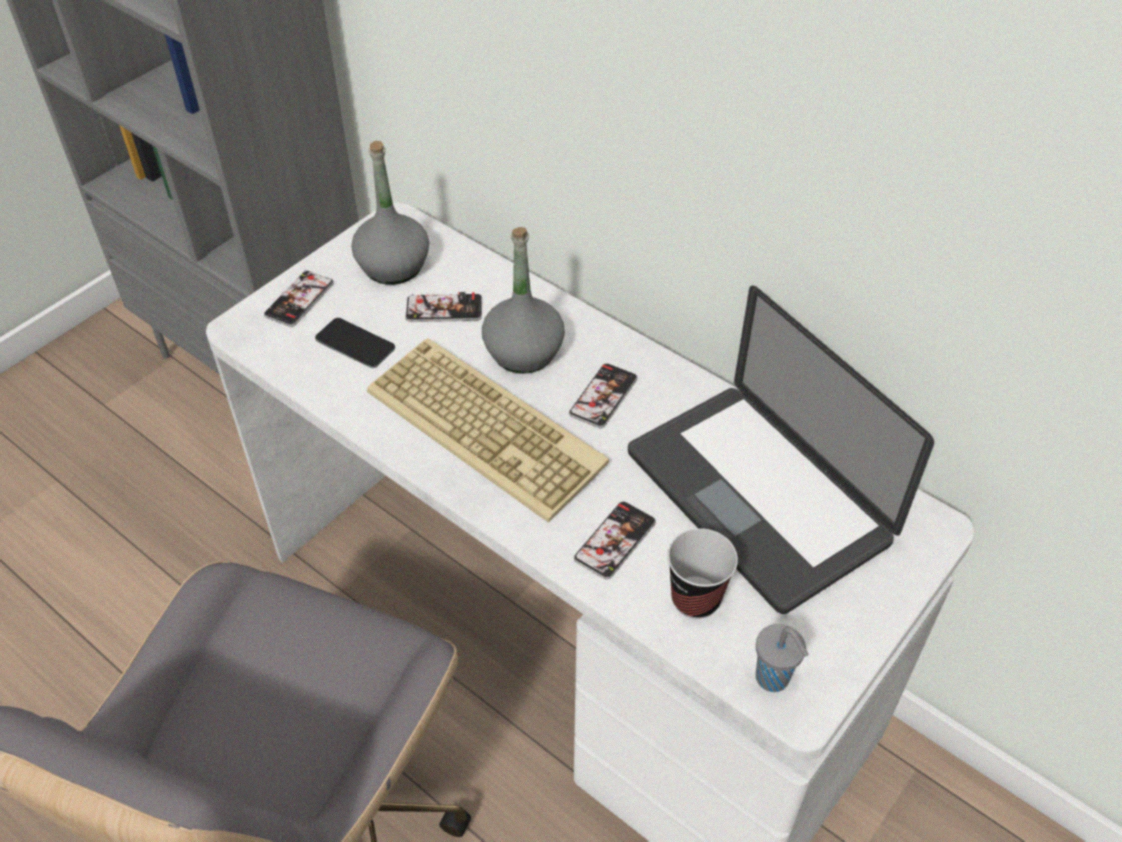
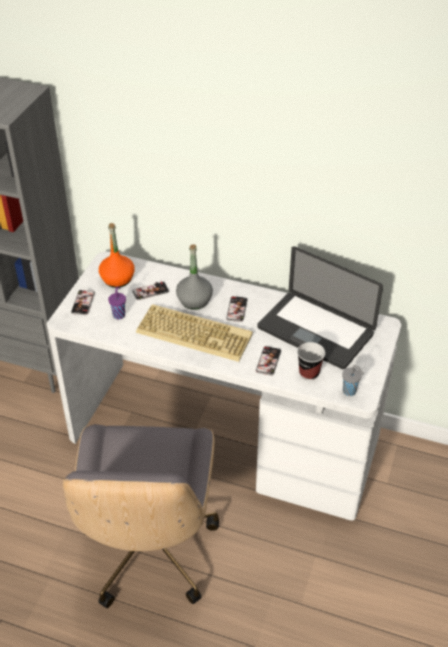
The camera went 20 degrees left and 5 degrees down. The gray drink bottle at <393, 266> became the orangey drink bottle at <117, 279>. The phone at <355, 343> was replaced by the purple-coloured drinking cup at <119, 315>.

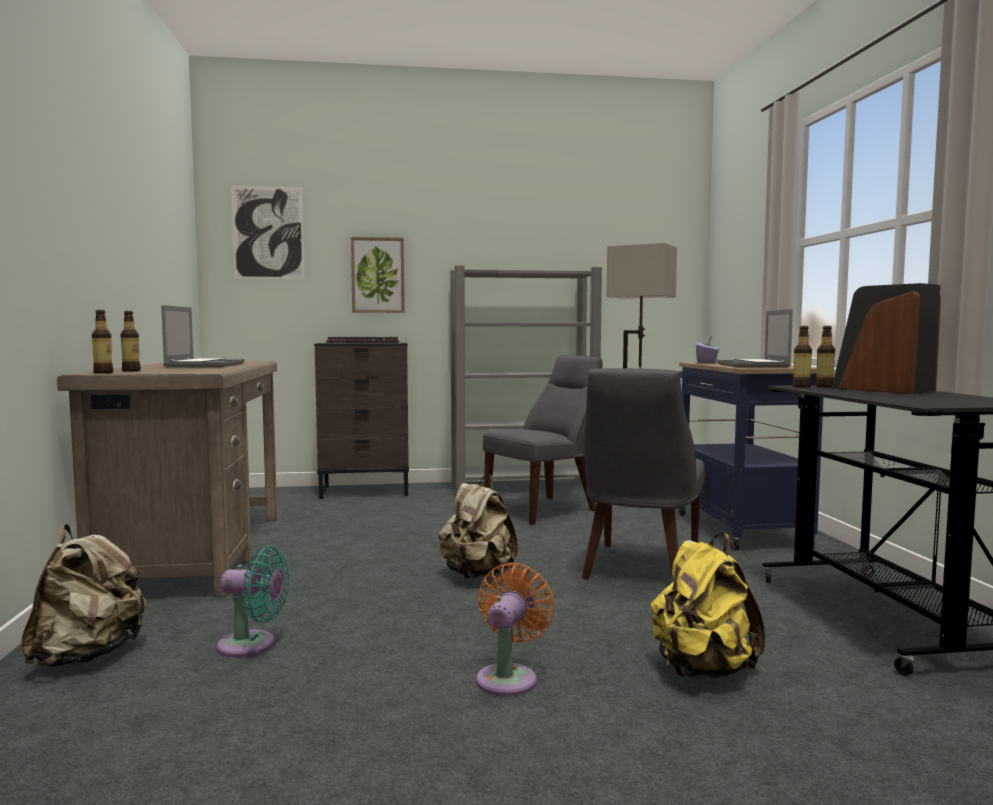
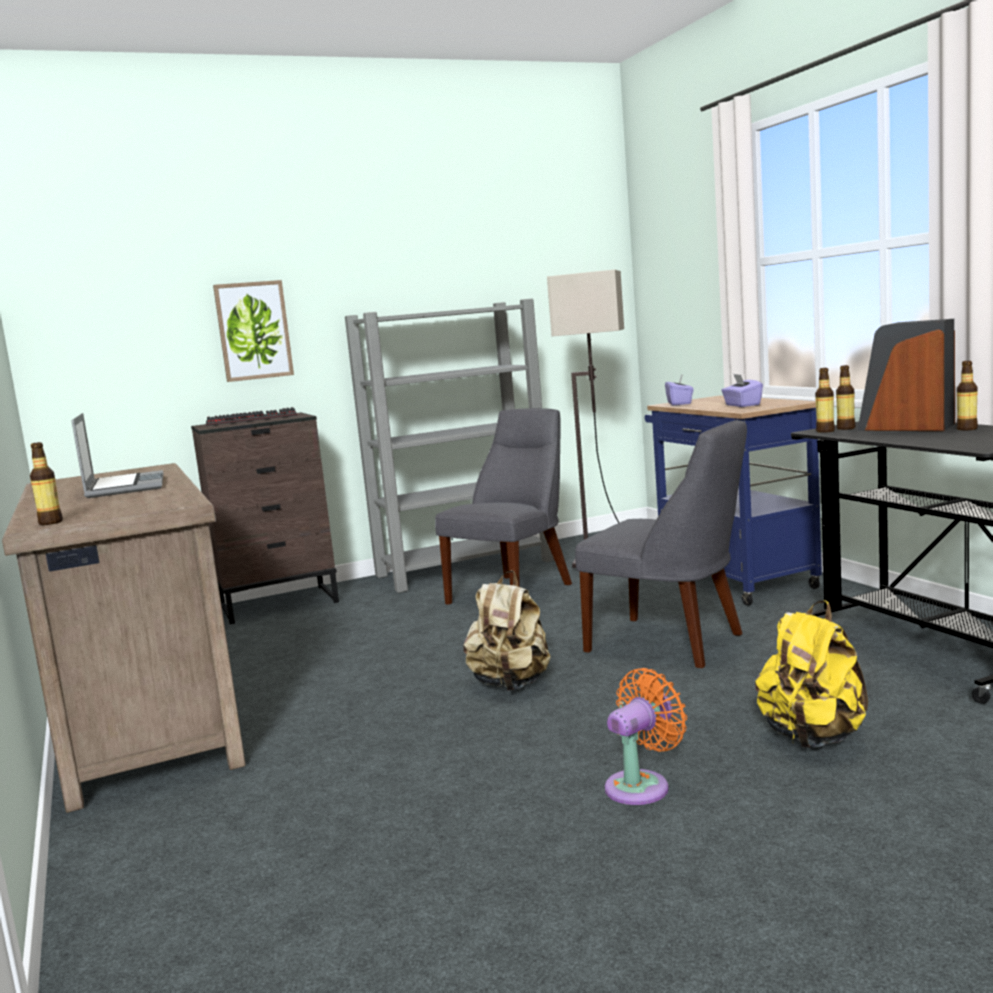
The camera went 15 degrees left and 5 degrees up. The gray plain chair at <639, 568> turned 60 degrees counterclockwise. The orangey cooling fan at <509, 677> turned 45 degrees clockwise. The notebook computer at <754, 366> was replaced by the purple-coloured box of tissues at <742, 405>. The drink bottle moved from <131, 371> to <966, 429>. The beige-coloured backpack at <88, 656> disappeared. The blue-green cooling fan at <252, 645> disappeared. The wall picture at <268, 232> disappeared.

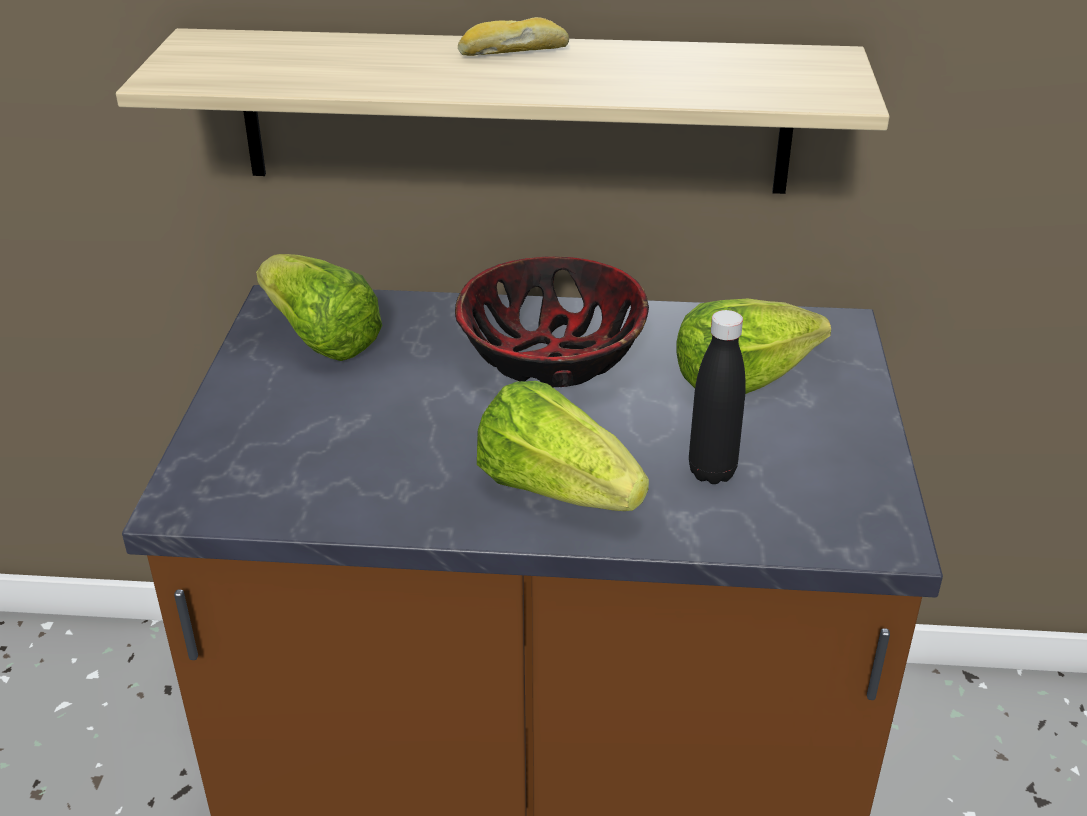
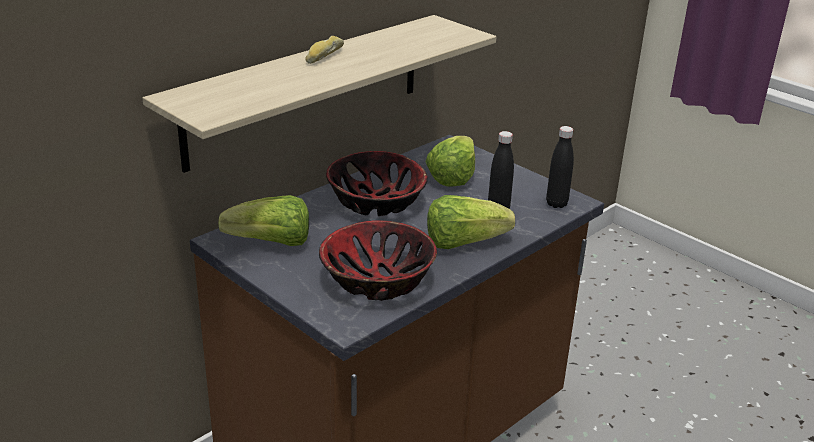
The camera went 50 degrees left and 5 degrees down. The bowl at <376, 280> appeared. The black-coloured drink bottle at <556, 204> appeared.

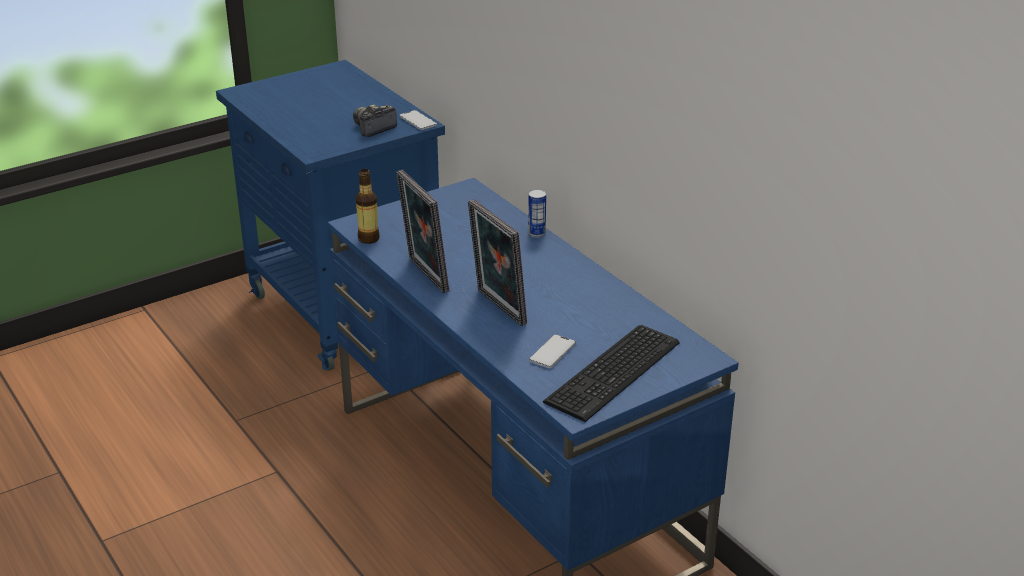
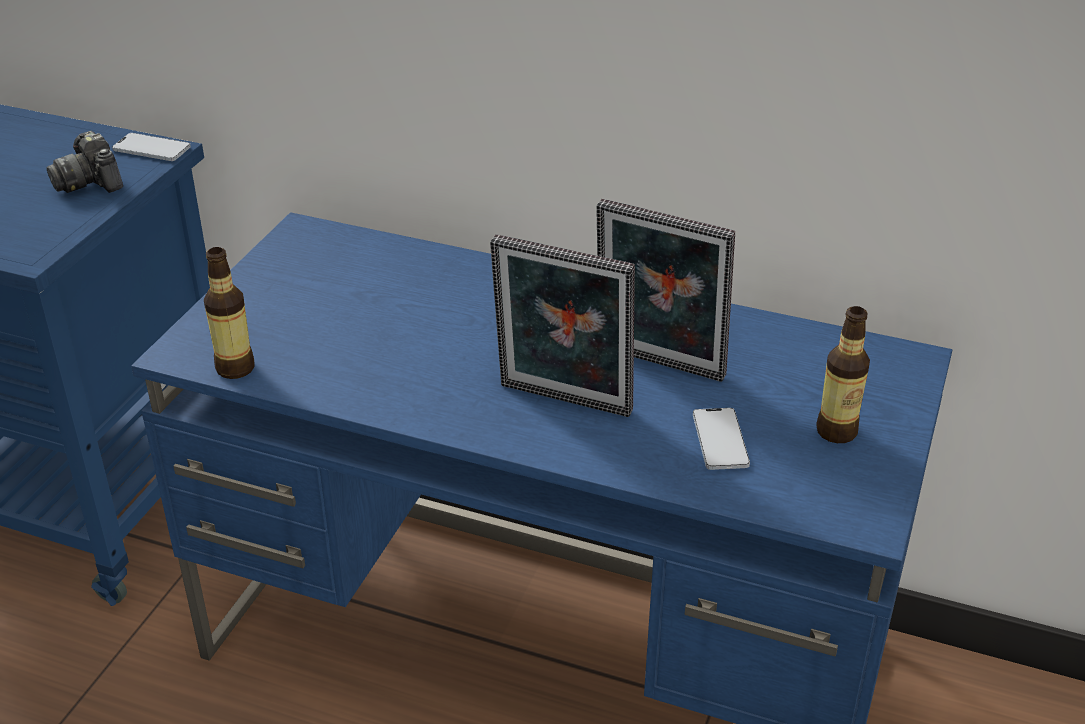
The camera went 35 degrees left and 5 degrees up. The still camera at <373, 128> turned 45 degrees counterclockwise. The standing frame moved from <424, 276> to <658, 366>. The computer keyboard at <617, 372> was replaced by the drink bottle at <836, 431>. The sealed can at <536, 233> disappeared.

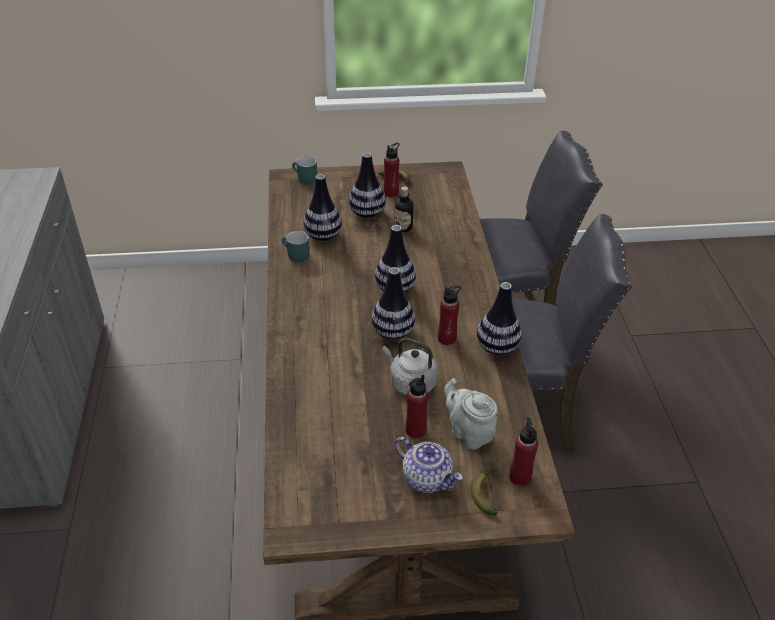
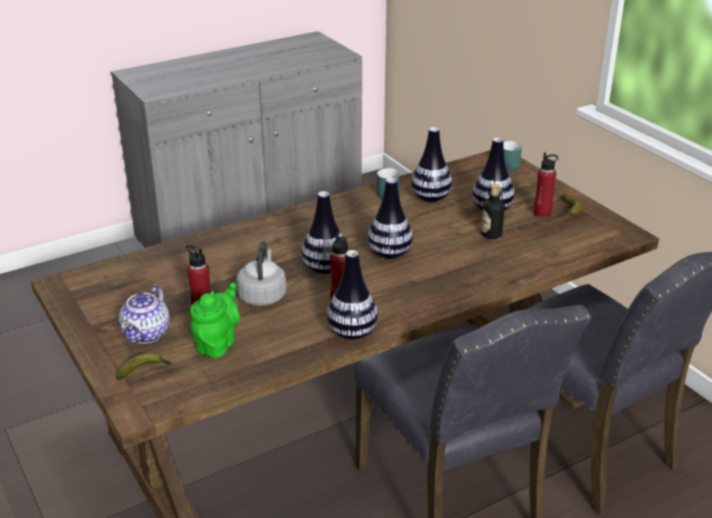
The camera went 65 degrees right and 10 degrees down. The gray tea pot at <469, 432> became the green tea pot at <217, 343>. The red-coloured drink bottle at <520, 477> disappeared.

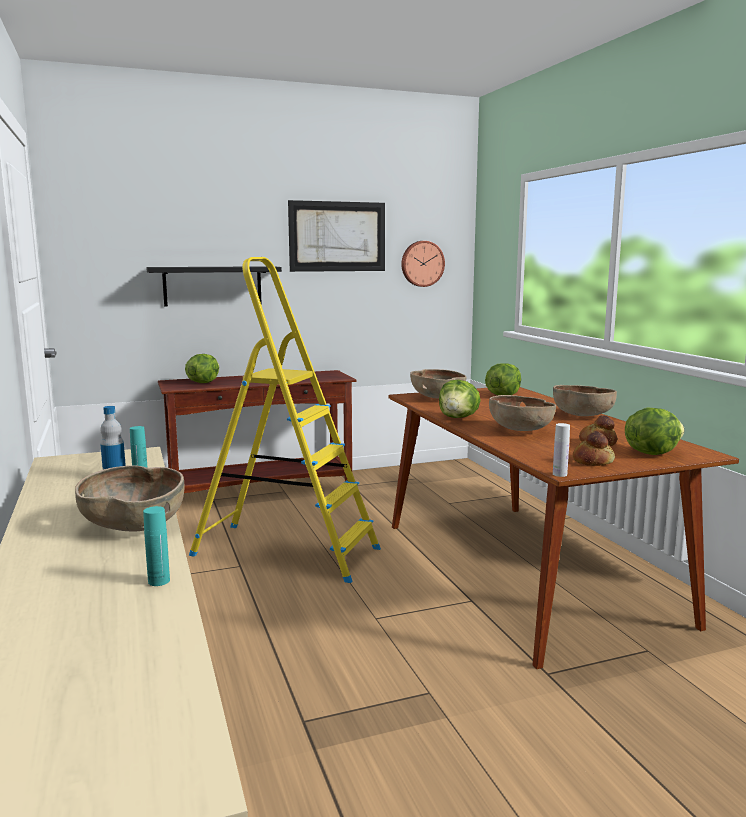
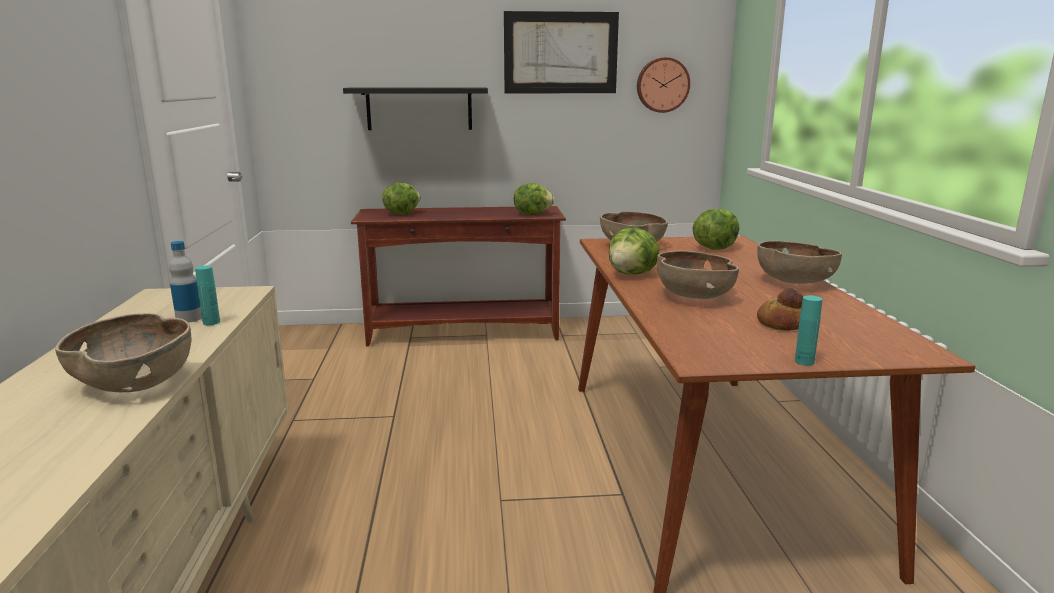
The camera went 15 degrees right and 5 degrees up. The lettuce moved from <651, 452> to <532, 214>. The blue-green drink bottle moved from <159, 581> to <804, 361>. The yellowish step ladder at <287, 552> disappeared. The whitish drink bottle at <559, 474> disappeared. The bakery bread at <592, 461> disappeared.

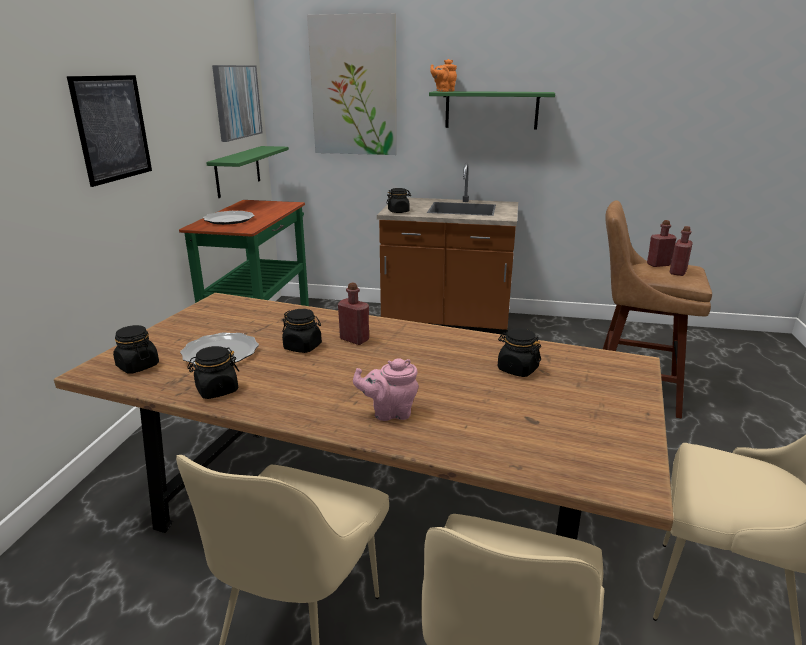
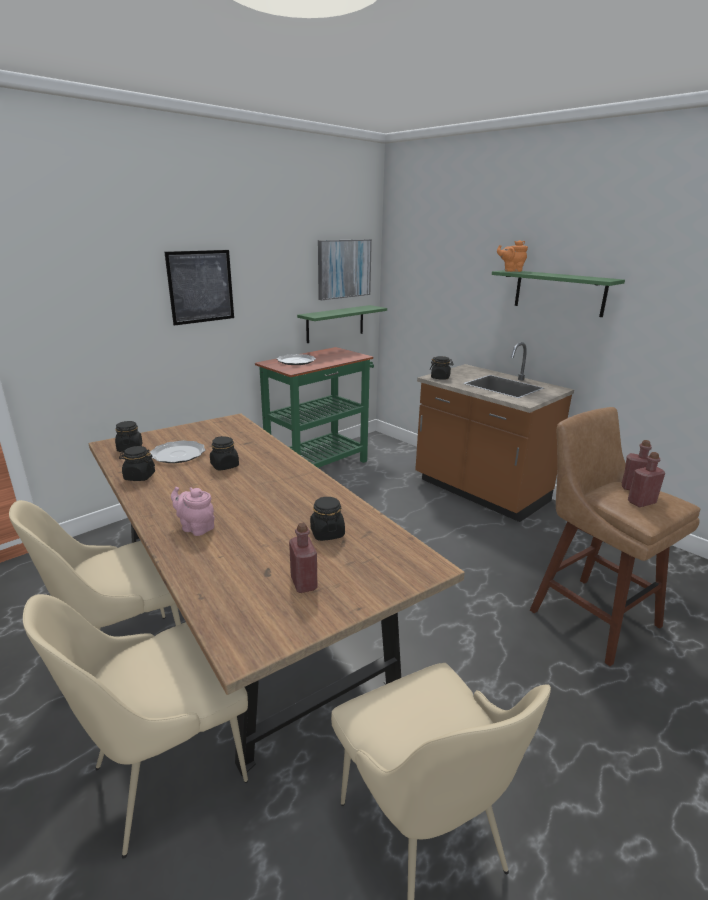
The camera went 35 degrees right and 0 degrees up. The red-coloured drink bottle moved from <354, 339> to <303, 583>. The wall picture at <354, 86> disappeared.

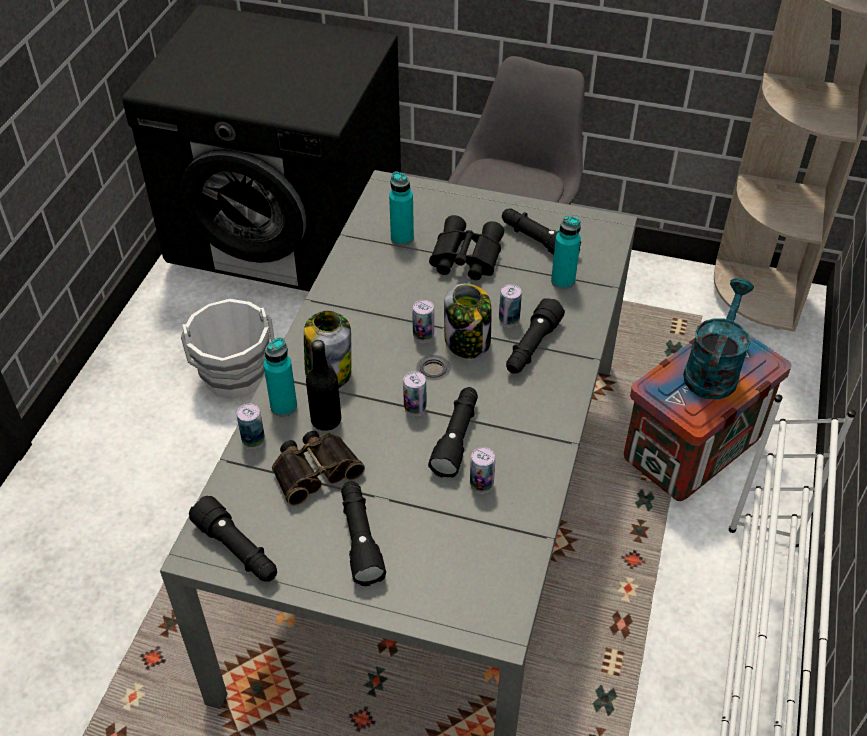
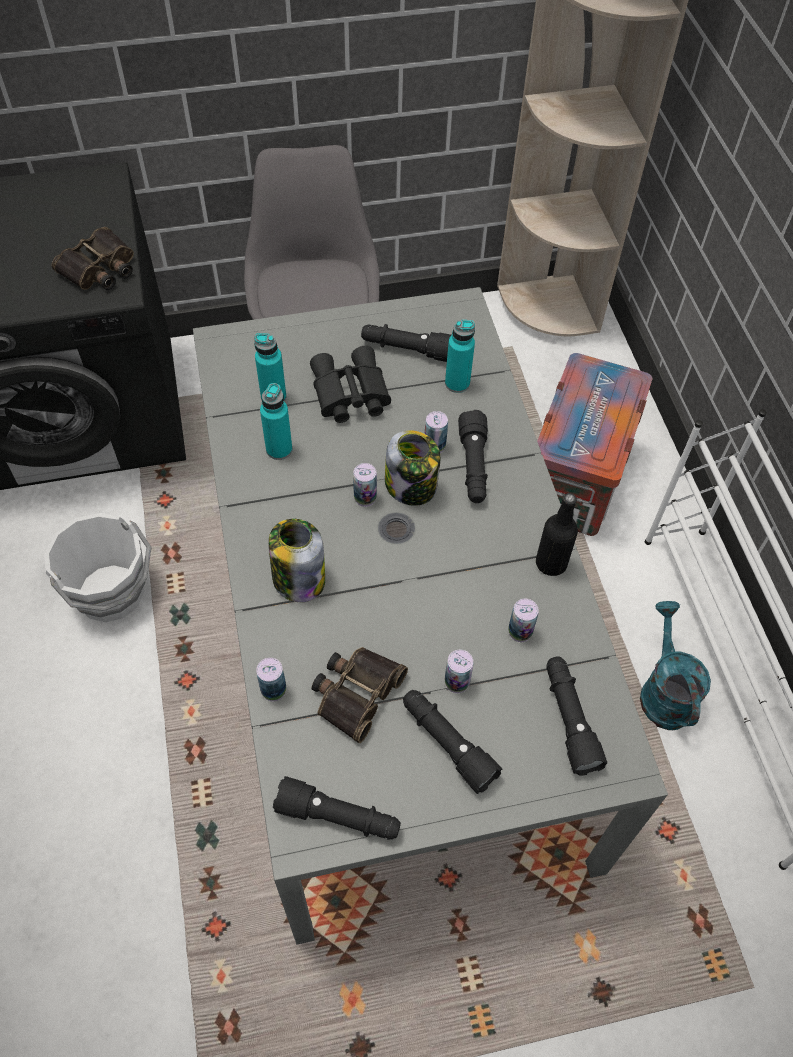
The camera went 30 degrees left and 10 degrees up. The binoculars at <100, 269> appeared. The blue-green drink bottle moved from <283, 406> to <279, 449>. The sealed can moved from <415, 408> to <457, 682>. The black-coloured drink bottle moved from <326, 420> to <551, 563>. The black-coloured flashlight moved from <456, 438> to <569, 719>. The blue-green sprinkling can moved from <713, 370> to <663, 691>.

